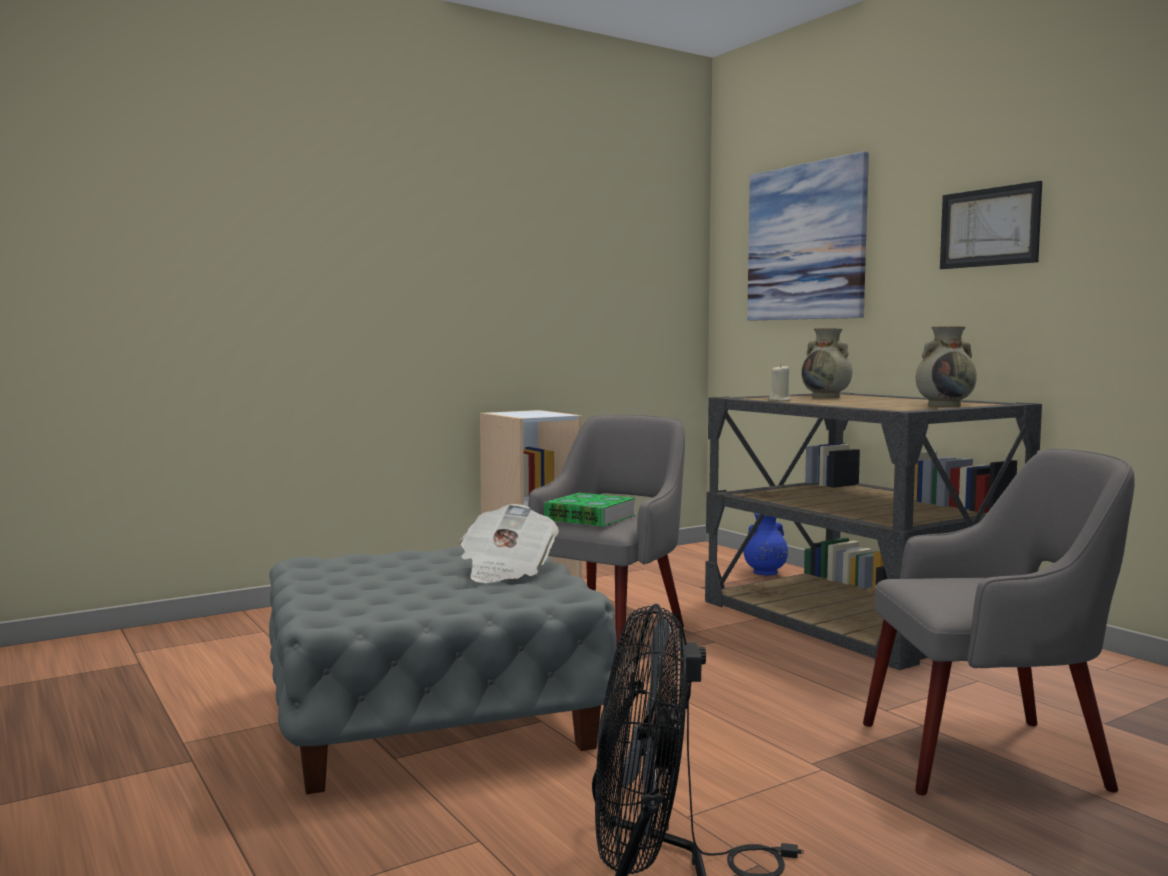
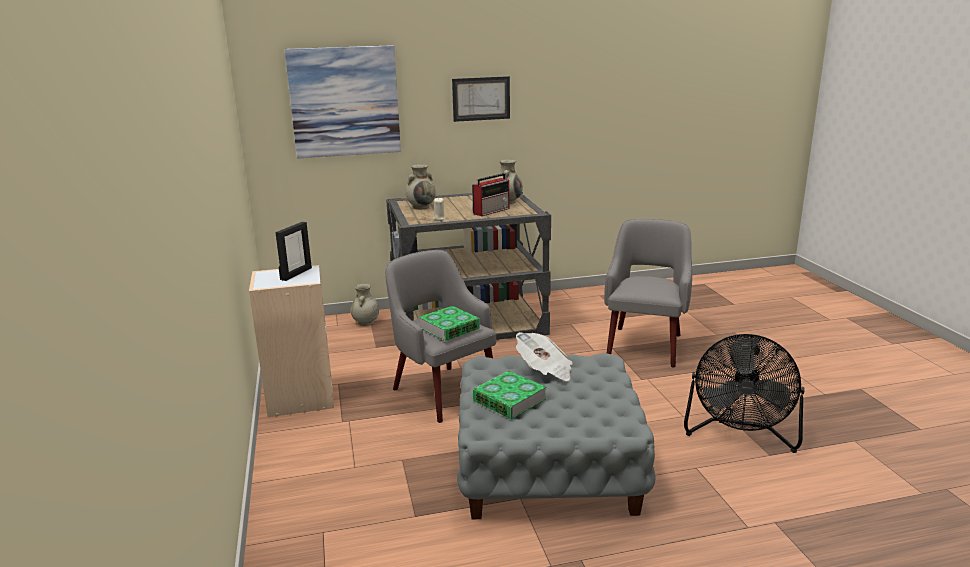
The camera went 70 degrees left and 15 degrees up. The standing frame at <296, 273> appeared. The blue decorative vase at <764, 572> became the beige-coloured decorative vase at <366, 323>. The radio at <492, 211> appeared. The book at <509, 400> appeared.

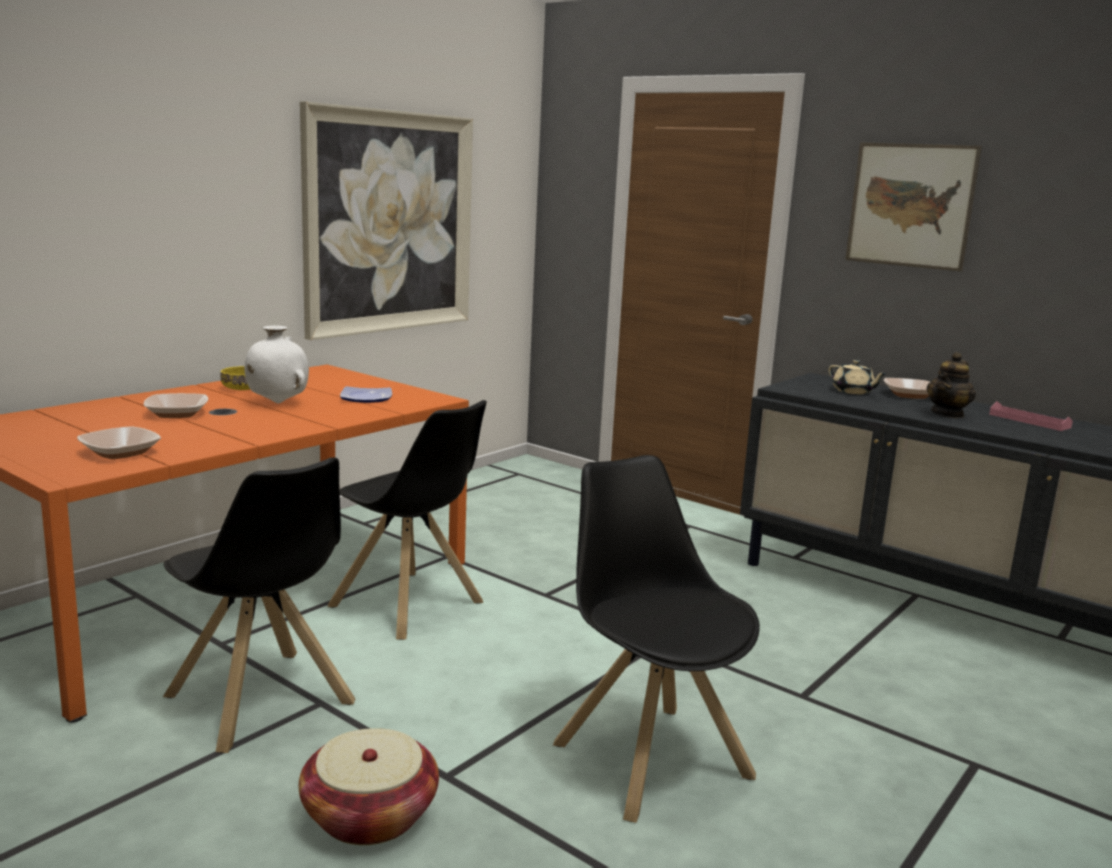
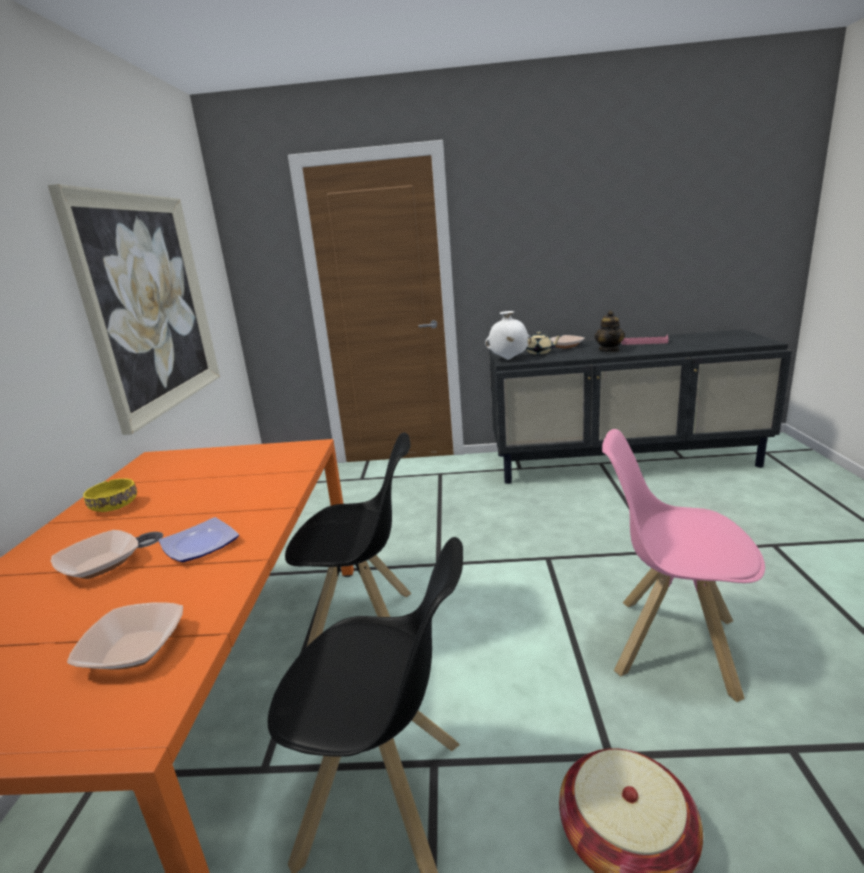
The camera went 35 degrees left and 5 degrees up. The flat dish moved from <367, 398> to <201, 543>. The whitish decorative vase moved from <277, 403> to <508, 359>. The black-coloured plain chair at <649, 756> became the pinkish plain chair at <670, 644>. The wall picture at <910, 205> disappeared.

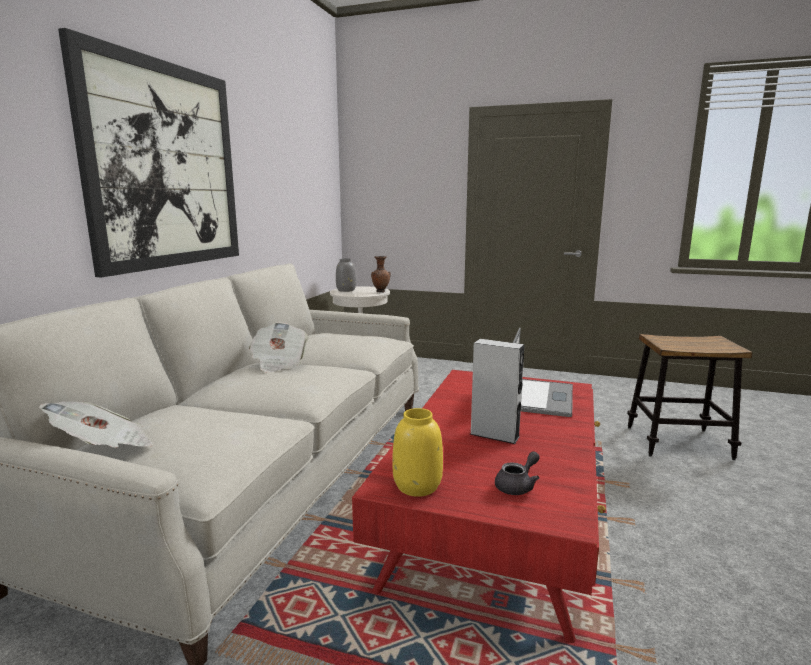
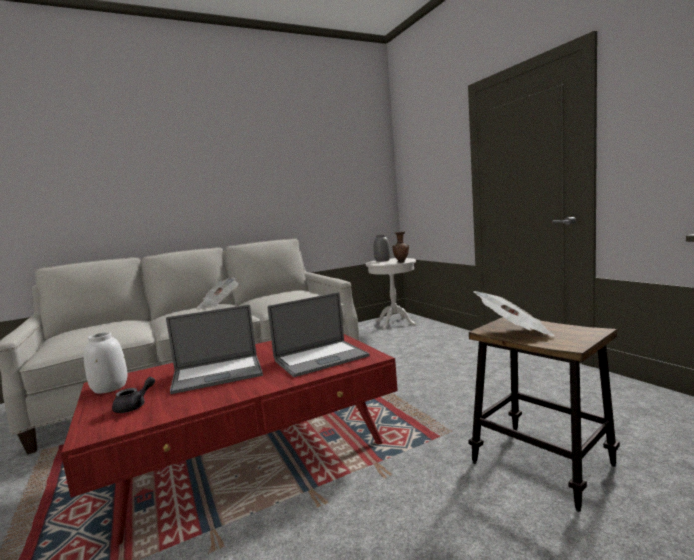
The camera went 45 degrees right and 5 degrees down. The yellowish decorative vase at <418, 486> became the whitish decorative vase at <110, 387>. The gray tea pot at <518, 486> turned 60 degrees counterclockwise. The gray speaker at <494, 435> was replaced by the notebook computer at <217, 374>. The printed paper moved from <104, 447> to <514, 332>. The wall picture at <165, 166> disappeared.

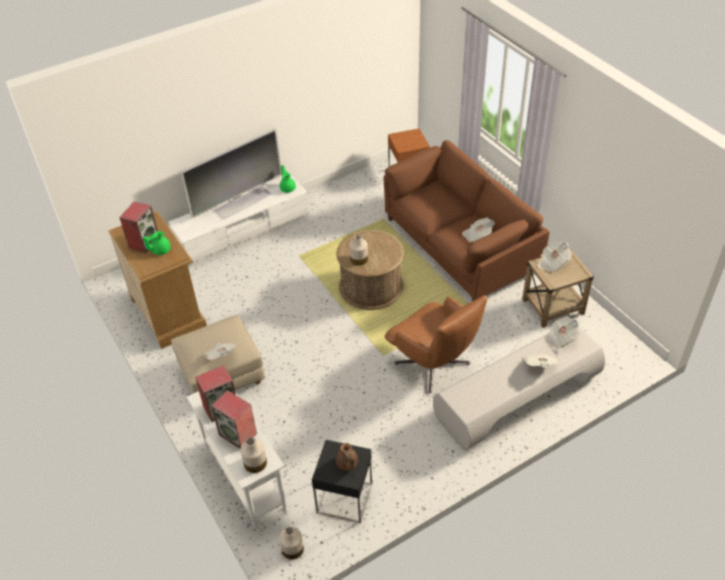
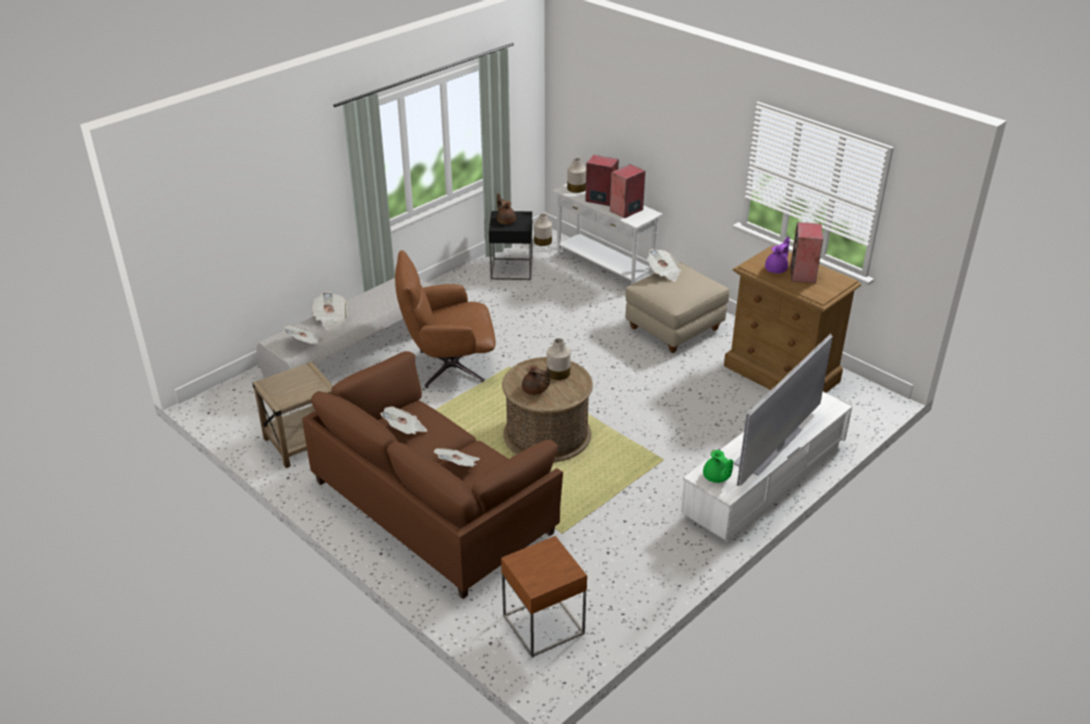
The camera went 165 degrees right and 10 degrees down. The brownish armchair at <432, 364> turned 45 degrees counterclockwise. The printed paper moved from <552, 263> to <458, 466>. The brownish tea pot at <535, 391> appeared. The green tea pot at <160, 250> became the purple-coloured tea pot at <776, 269>.

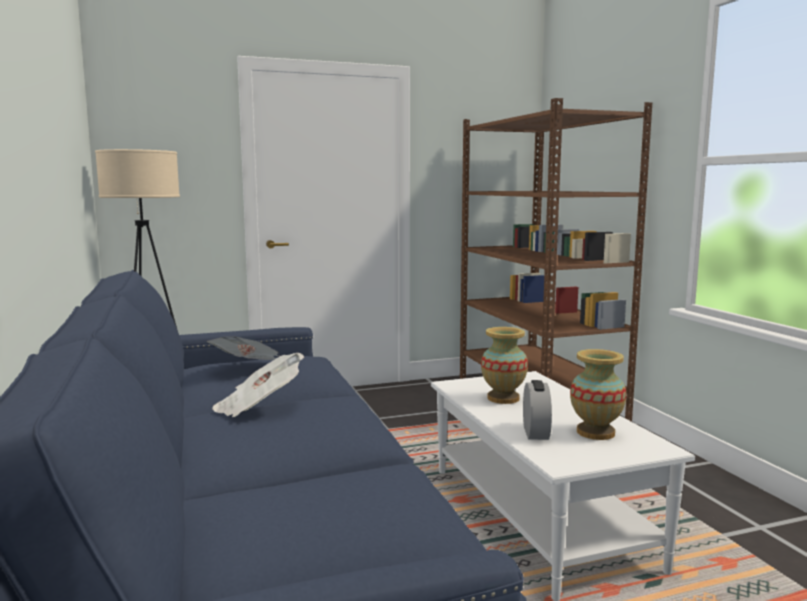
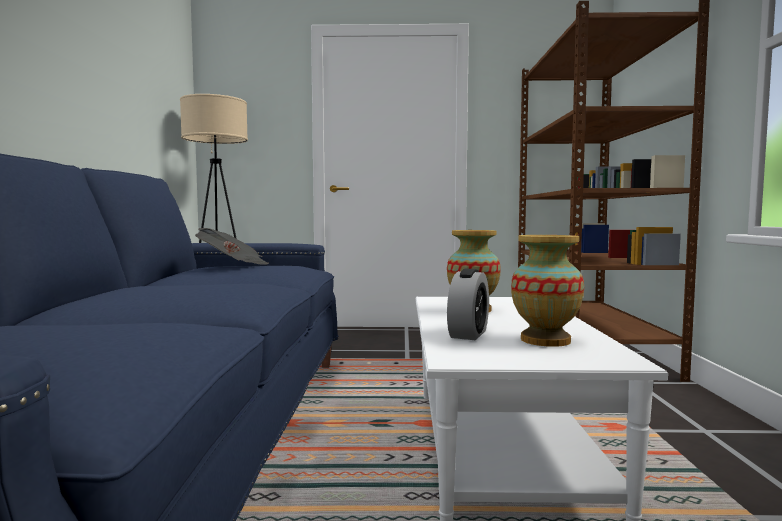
The camera went 20 degrees right and 5 degrees down. The printed paper at <258, 407> disappeared.

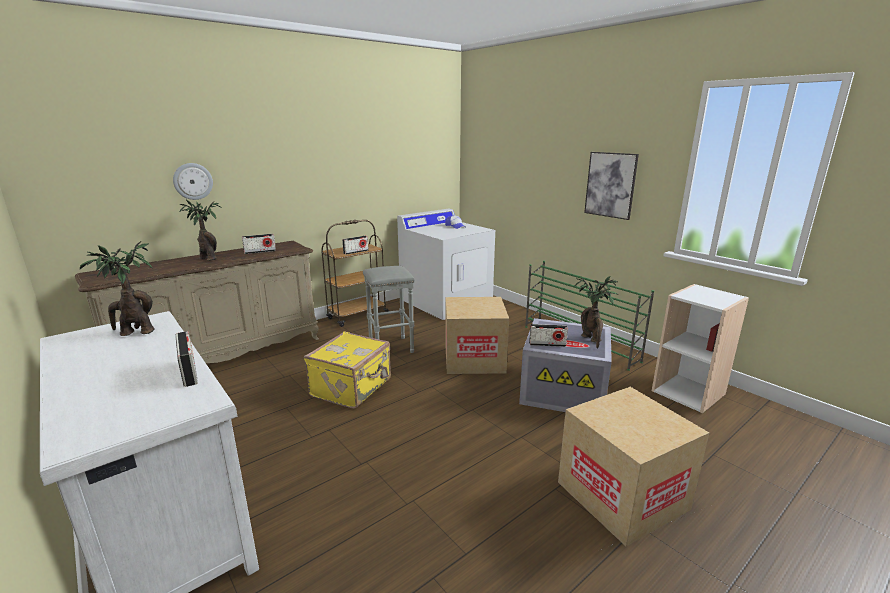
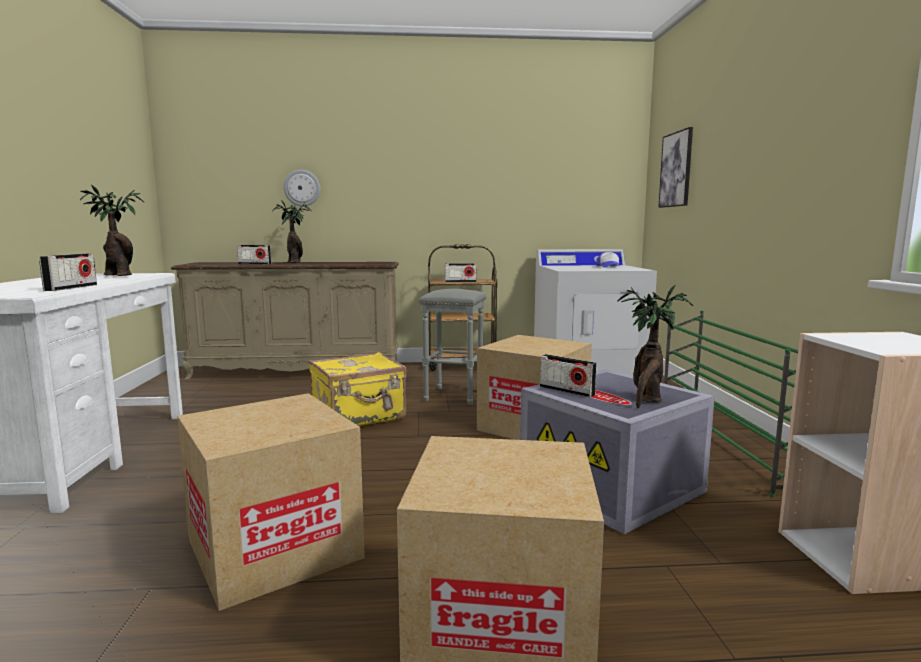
The camera went 35 degrees right and 10 degrees down. The carton at <274, 548> appeared. The radio moved from <260, 252> to <254, 264>. The wall picture moved from <610, 185> to <676, 169>.

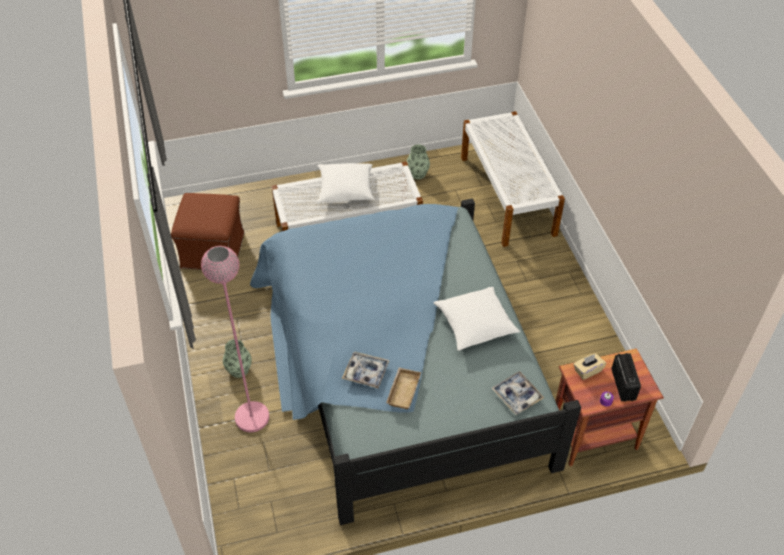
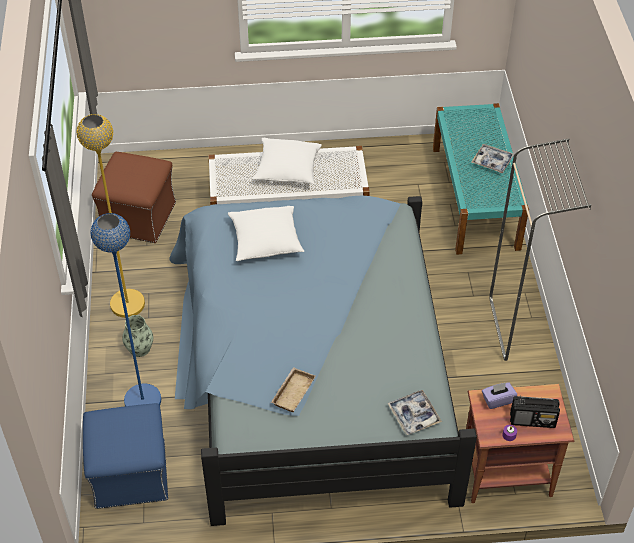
The camera went 10 degrees right and 0 degrees up. The yellowish standing lamp at <127, 304> appeared. The blue footrest at <131, 474> appeared. The pinkish standing lamp at <251, 417> became the blue standing lamp at <142, 400>. The whitish throw pillow moved from <475, 325> to <265, 241>. The whitish long seat at <508, 195> became the blue-green long seat at <476, 197>. The carrying tray moved from <366, 372> to <492, 162>. The beige-coloured box of tissues at <587, 371> became the purple-coloured box of tissues at <497, 400>. The gray garment stand at <519, 328> appeared. The radio at <623, 384> turned 90 degrees clockwise. The decorative vase at <417, 173> disappeared.

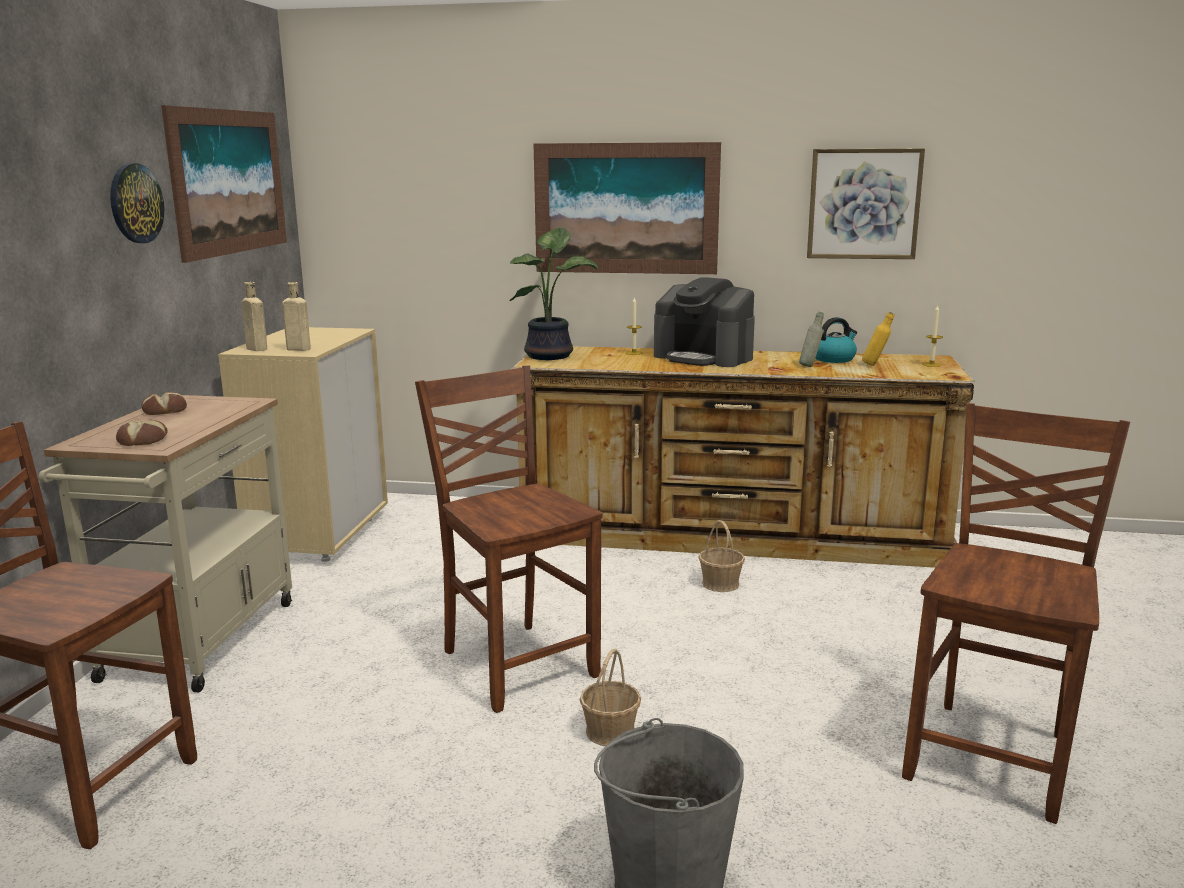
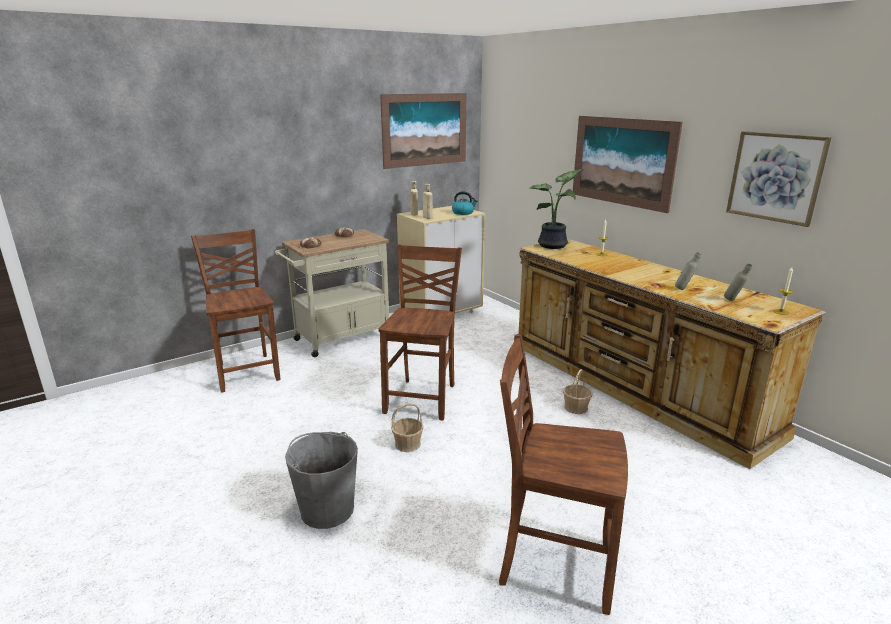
The camera went 45 degrees right and 5 degrees up. The tea kettle moved from <833, 359> to <463, 213>. The brownish plain chair at <992, 756> turned 150 degrees counterclockwise. The yellowish drink bottle at <875, 365> became the gray drink bottle at <733, 301>. The hanging clock at <135, 203> disappeared. The coffee maker at <704, 357> disappeared.

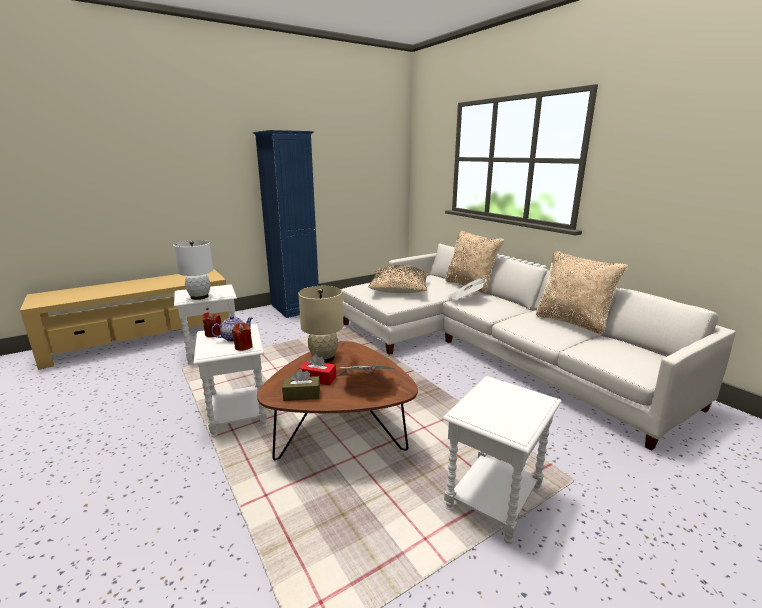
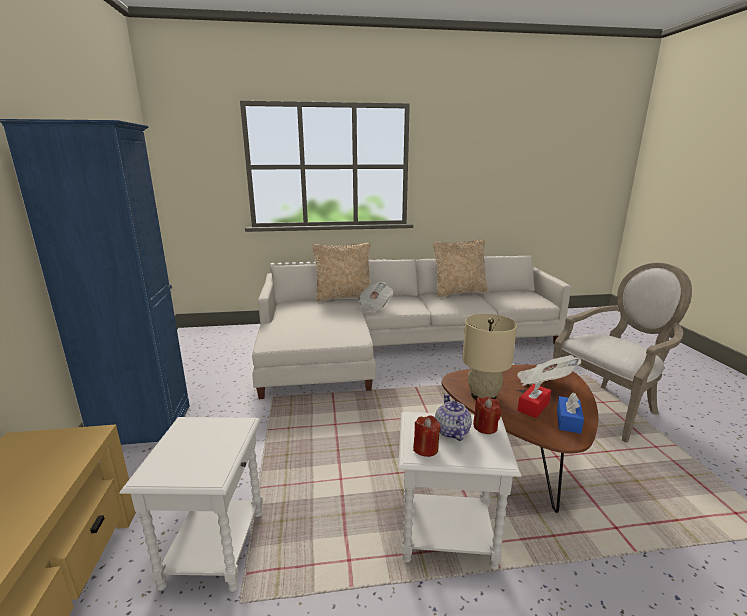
The camera went 65 degrees left and 0 degrees up. The whitish accent table at <495, 499> was replaced by the armchair at <608, 407>. The brownish box of tissues at <302, 395> became the blue box of tissues at <568, 421>. The whitish table lamp at <199, 297> disappeared. The beige-coloured throw pillow at <399, 289> disappeared.

